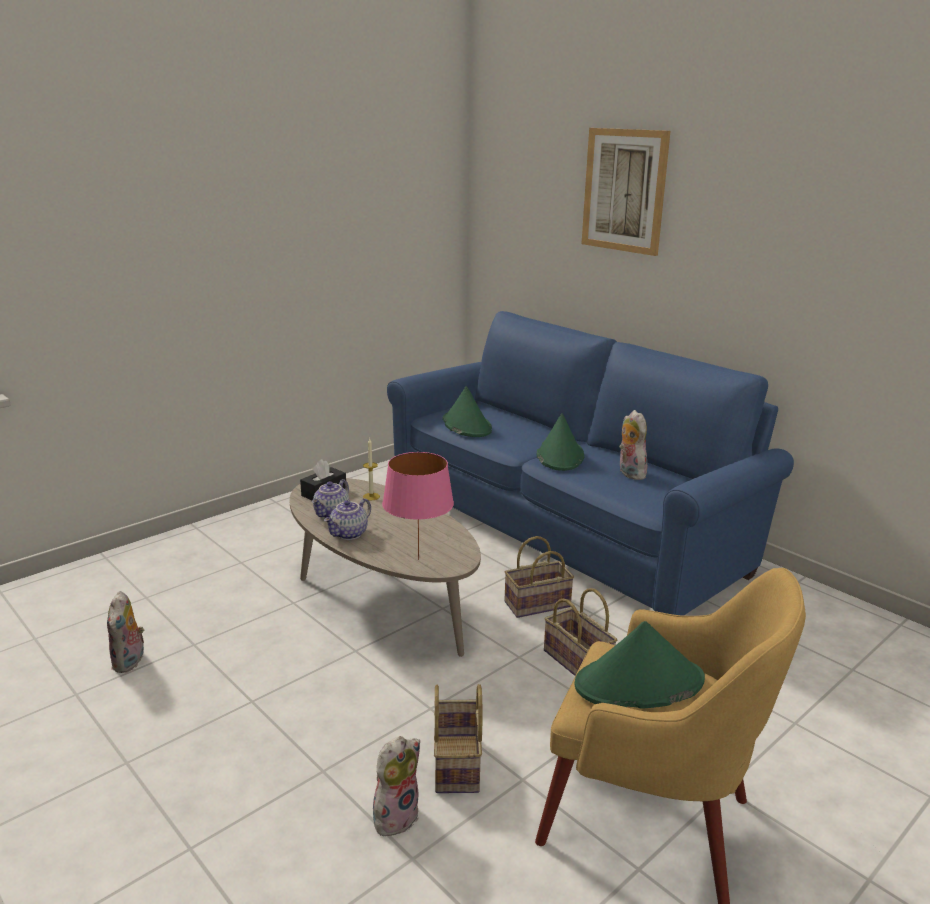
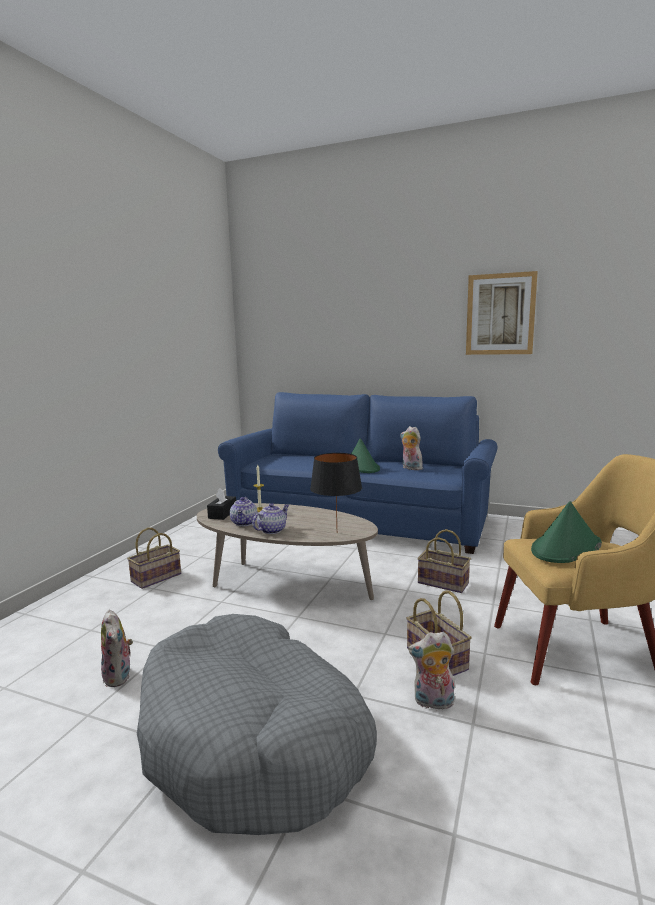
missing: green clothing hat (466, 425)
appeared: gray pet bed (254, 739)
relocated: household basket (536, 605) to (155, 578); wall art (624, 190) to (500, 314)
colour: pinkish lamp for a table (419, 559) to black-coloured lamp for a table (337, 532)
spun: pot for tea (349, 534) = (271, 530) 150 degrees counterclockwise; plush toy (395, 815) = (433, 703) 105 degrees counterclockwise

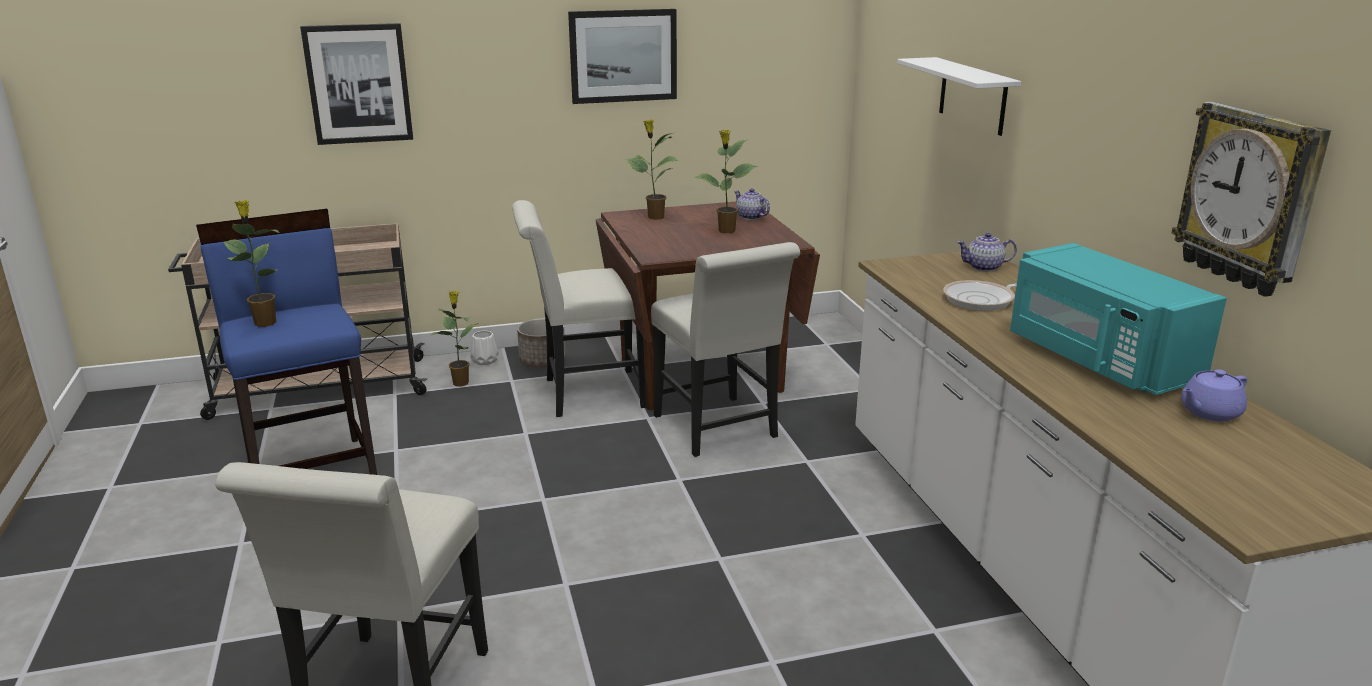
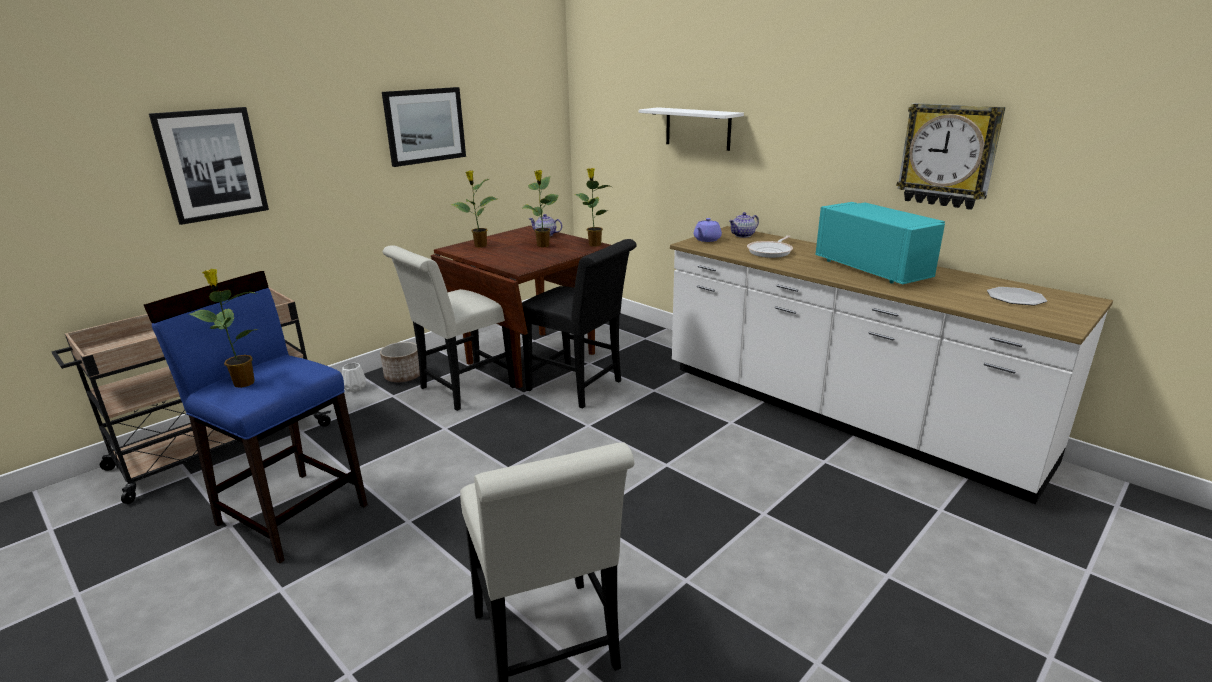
appeared: flat dish (1015, 298)
relocated: plant in a pot (461, 382) to (594, 244); purplish pot for tea (1209, 412) to (706, 240)
colour: whitish chair (719, 430) to black-coloured chair (580, 387)
spun: turquoise microwave oven (1097, 360) = (874, 268) 150 degrees counterclockwise

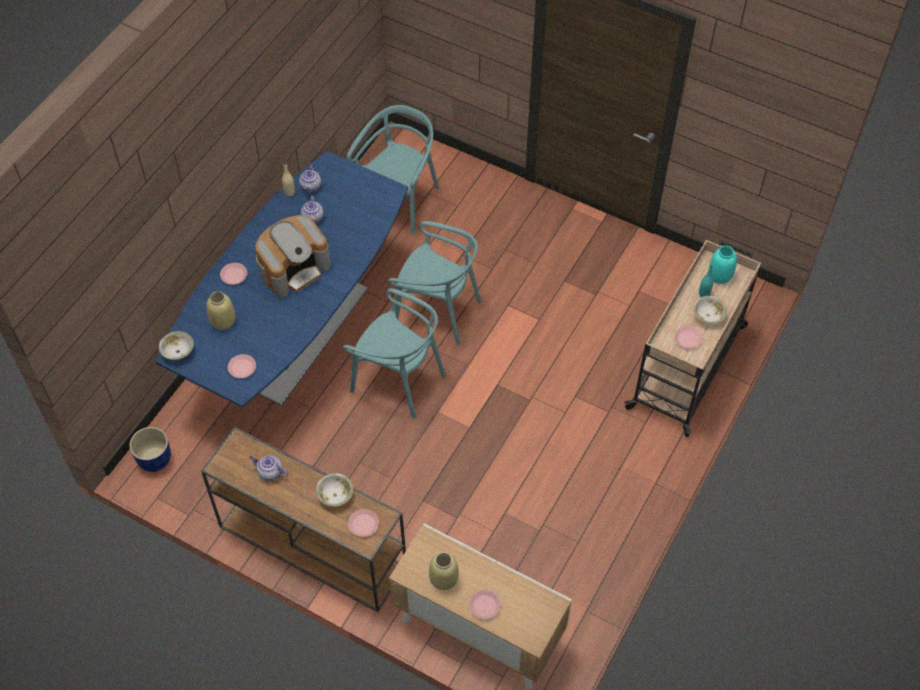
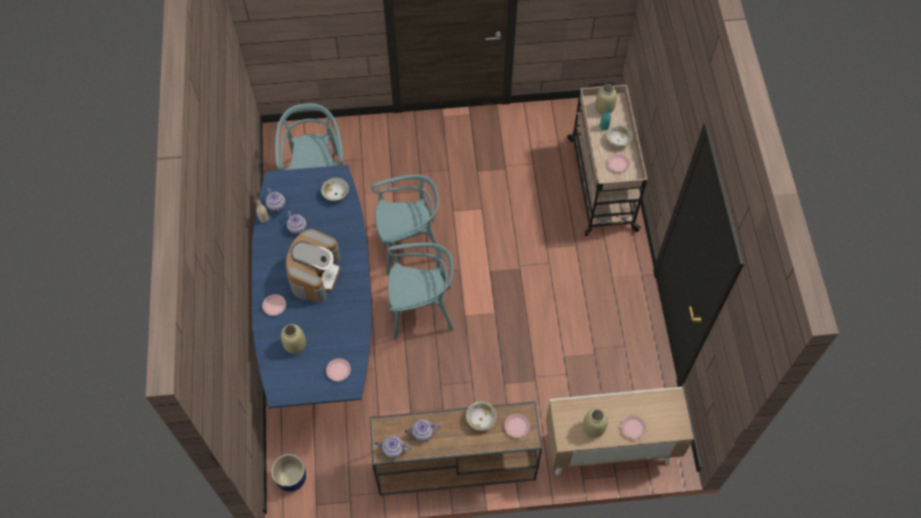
appeared: pot for tea (393, 450)
relocated: bowl (178, 351) to (335, 194)
colour: turquoise flower vase (719, 276) to beige flower vase (604, 108)

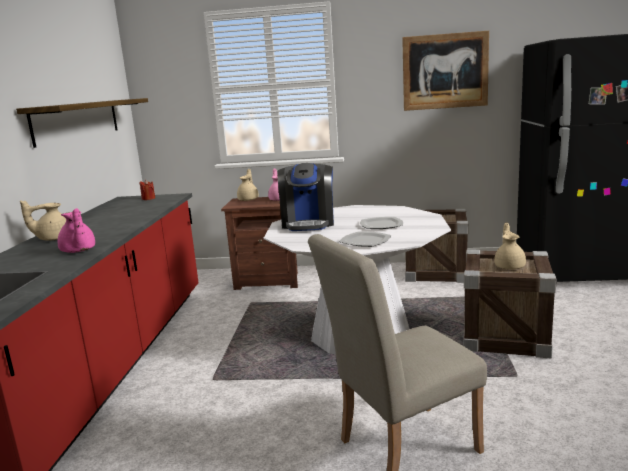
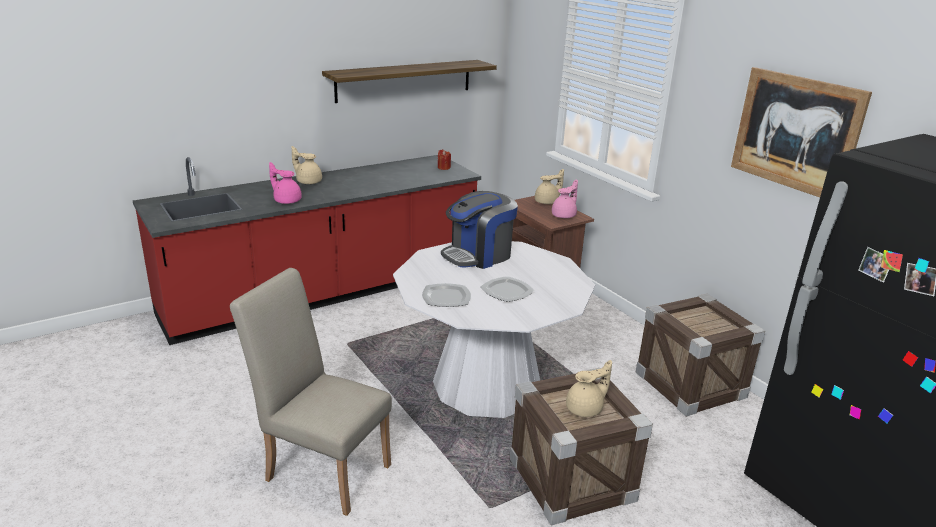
spun: pinkish pot for tea (78, 251) = (286, 200) 105 degrees clockwise

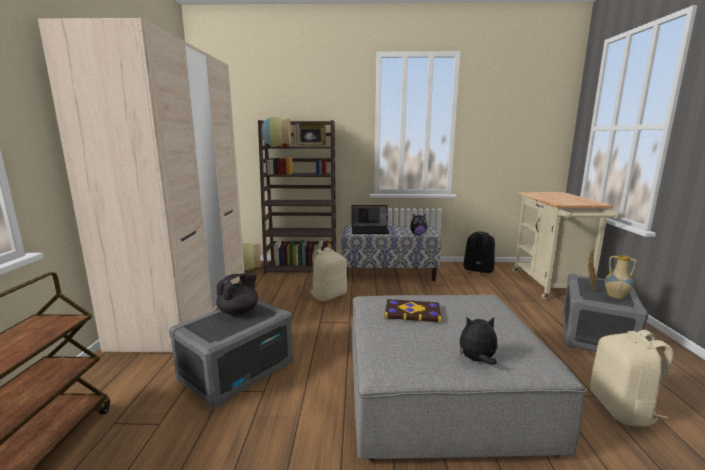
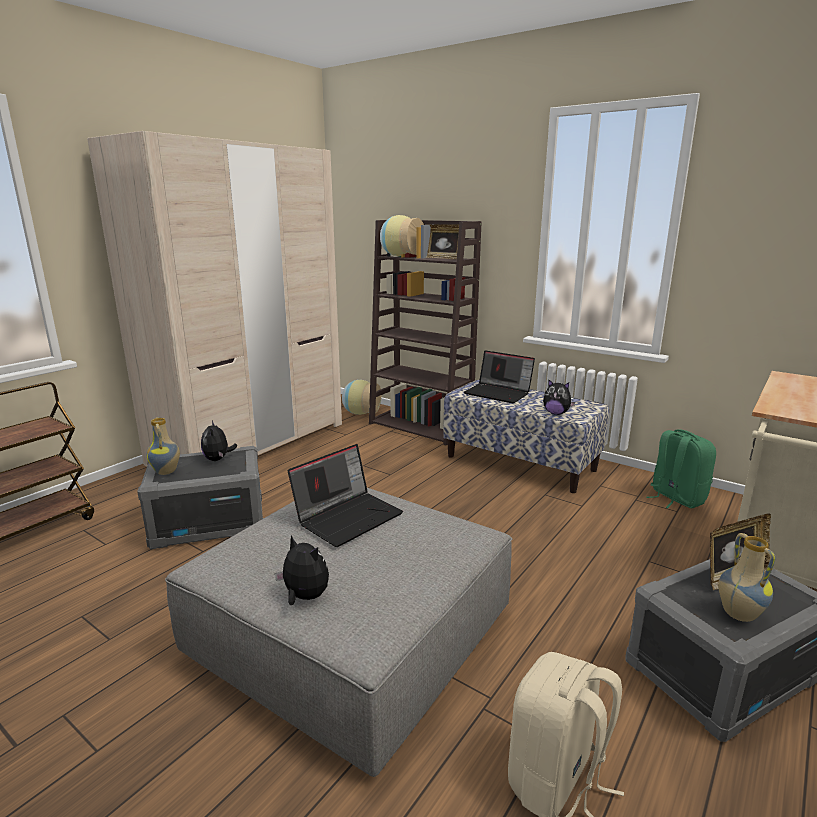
missing: beige knapsack (328, 296)
appeared: flower vase (167, 472)
exchanged: black-coloured pot for tea (239, 311) to plush toy (218, 459); bound book (412, 312) to notebook computer (348, 516)
colour: black-coloured knapsack (477, 270) to green knapsack (675, 498)

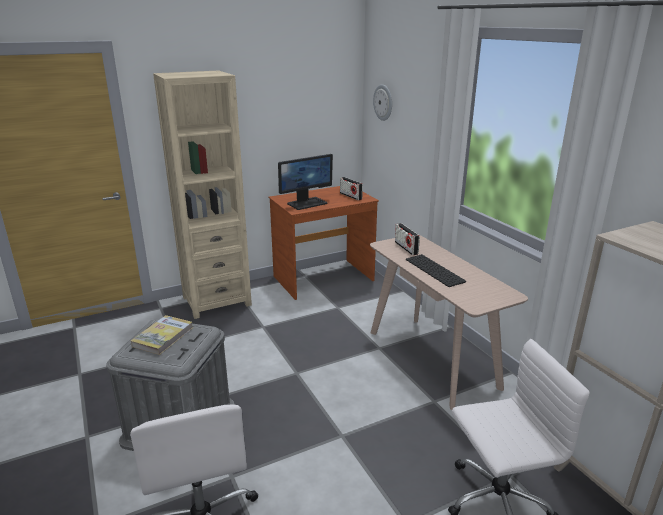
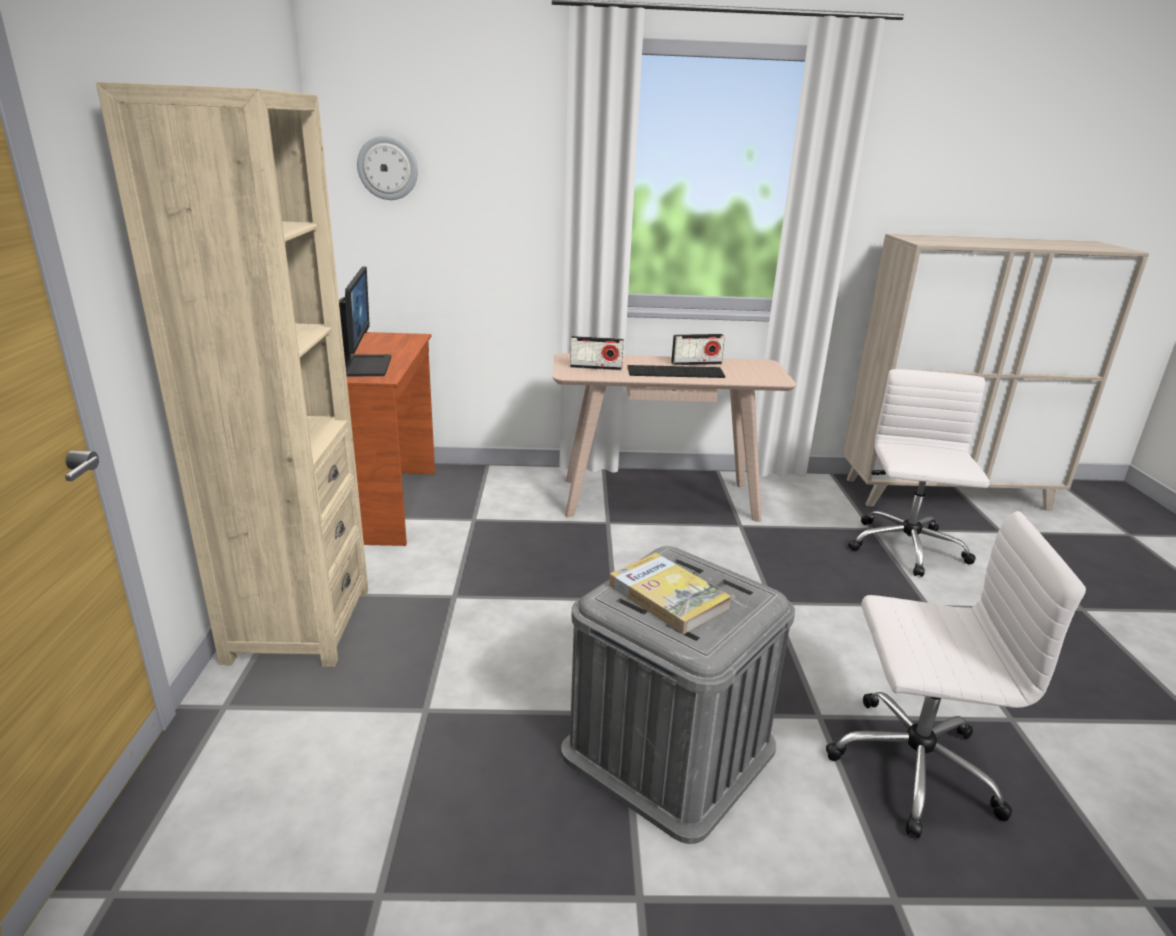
relocated: radio set (350, 196) to (696, 363)

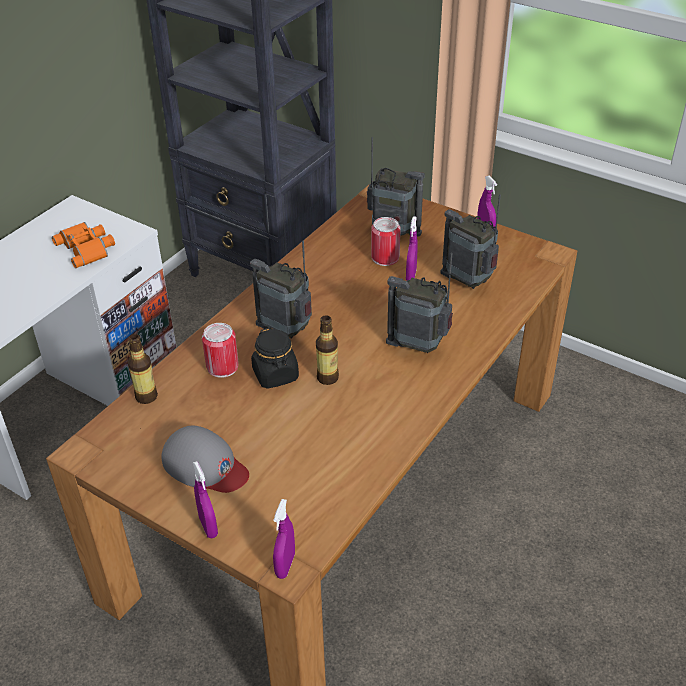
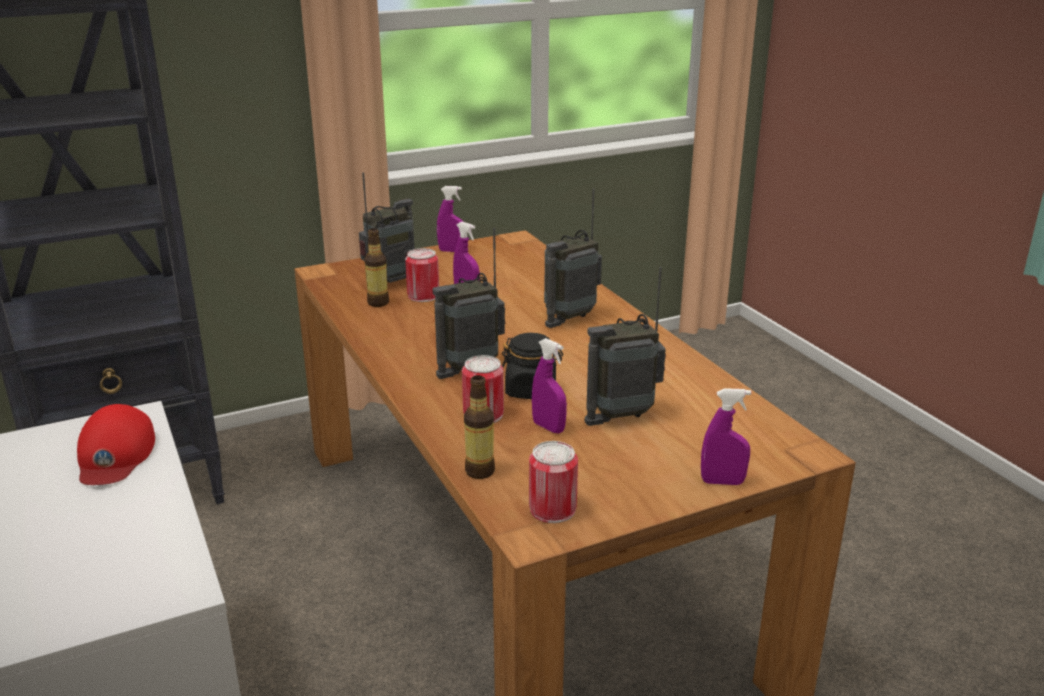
missing: gray peaked cap (205, 465)
appeared: can (552, 509)
relocated: purplish spray bottle (285, 565) to (548, 427); drink bottle (327, 378) to (378, 303); radio set (468, 282) to (621, 415)
exchanged: orange pair of binoculars (87, 248) to red-coloured peaked cap (115, 455)

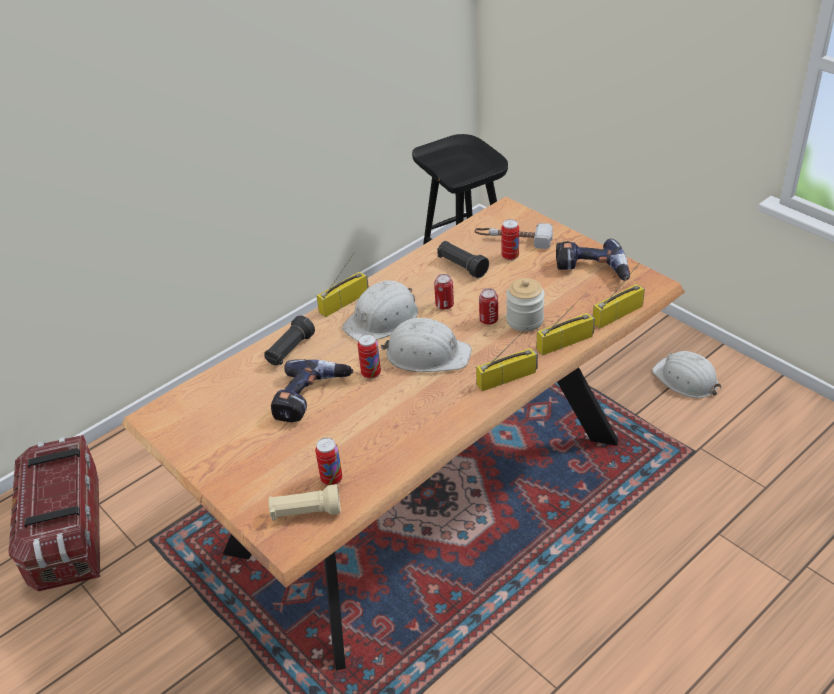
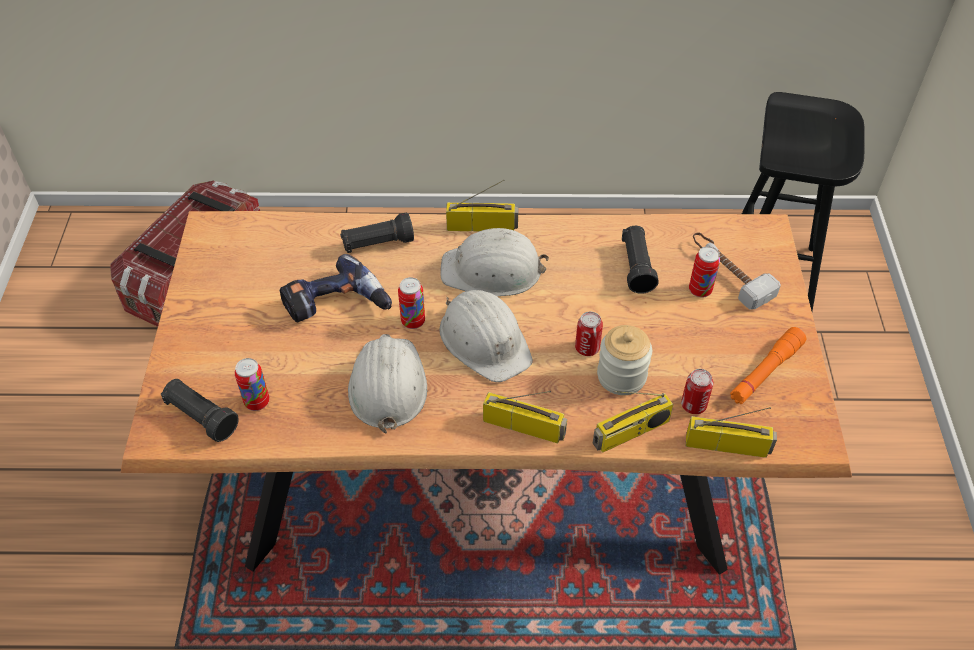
relocated: can (444, 305) to (693, 405); whitish hard hat (686, 379) to (387, 385)
exchanged: electric drill (591, 271) to orange torch (765, 372)
colour: beige torch (305, 512) to black-coloured torch (201, 417)
spun: radio set (565, 342) = (630, 433) 135 degrees clockwise

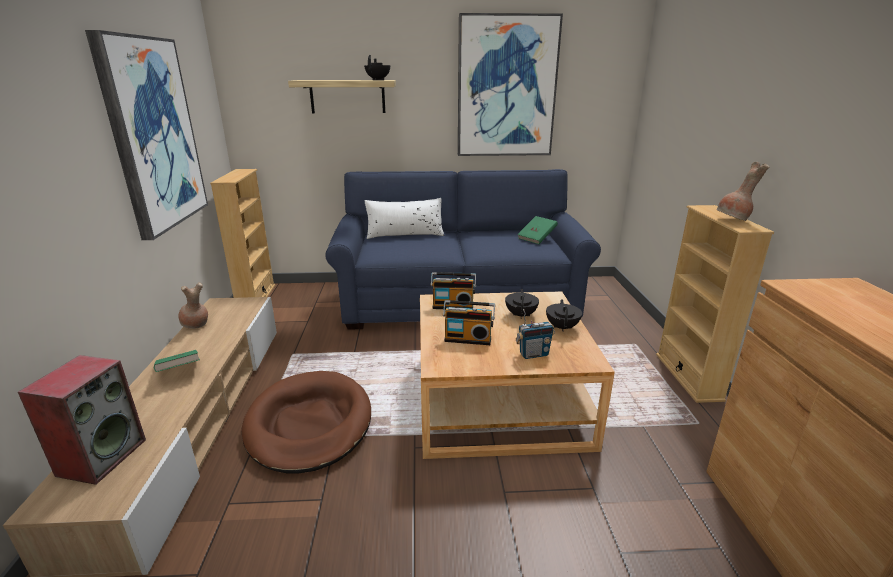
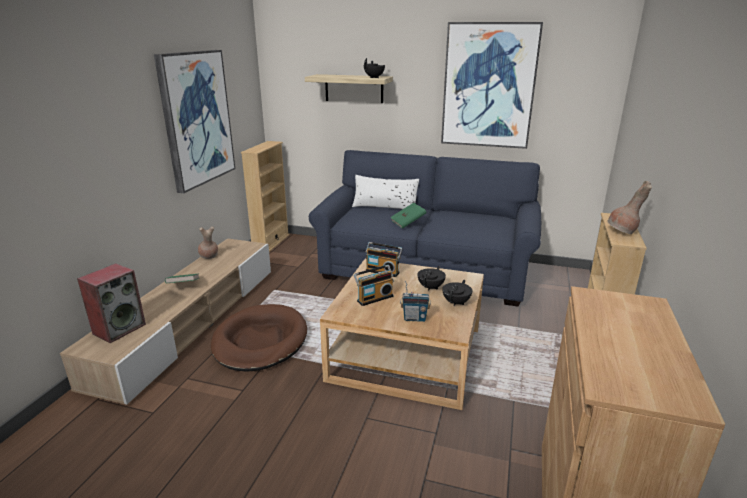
relocated: green bound book (537, 238) to (408, 223)
spun: radio set (468, 339) = (374, 298) 60 degrees counterclockwise

